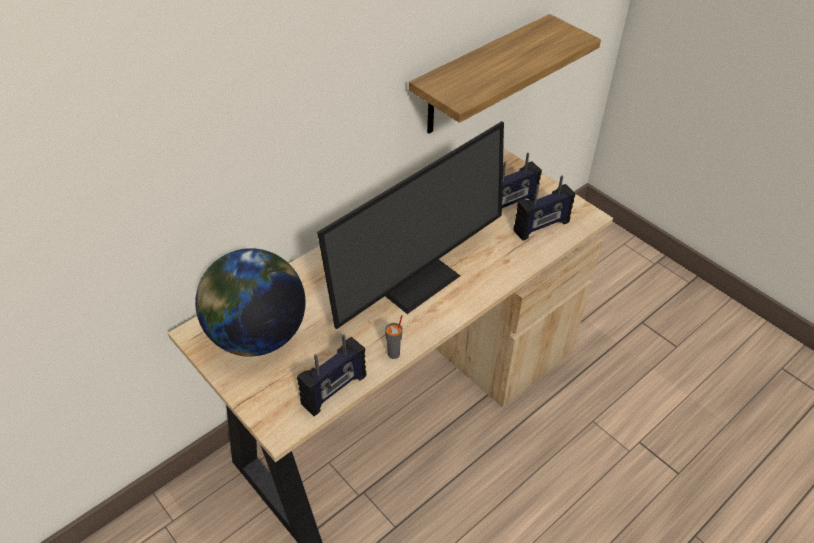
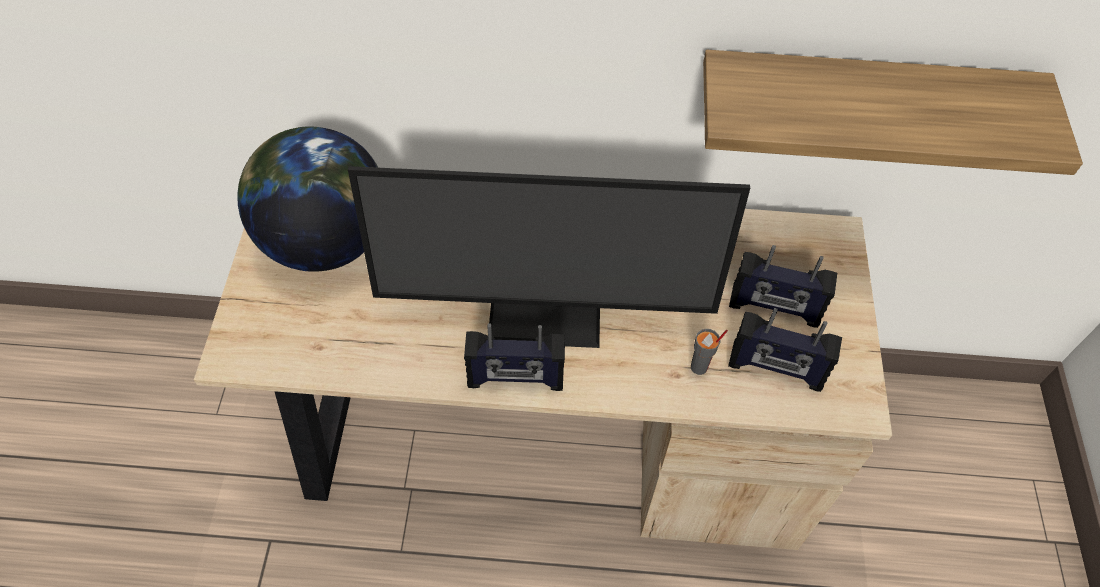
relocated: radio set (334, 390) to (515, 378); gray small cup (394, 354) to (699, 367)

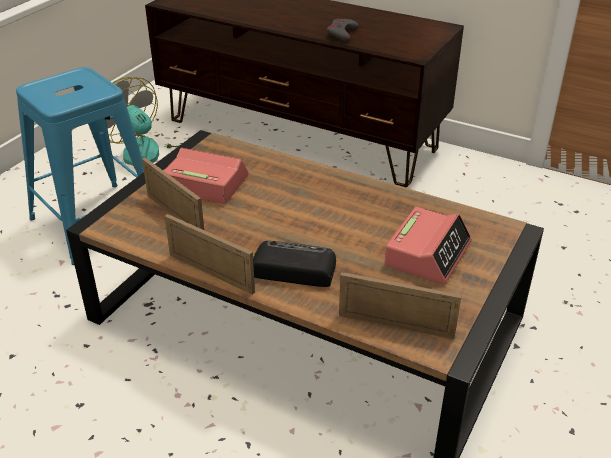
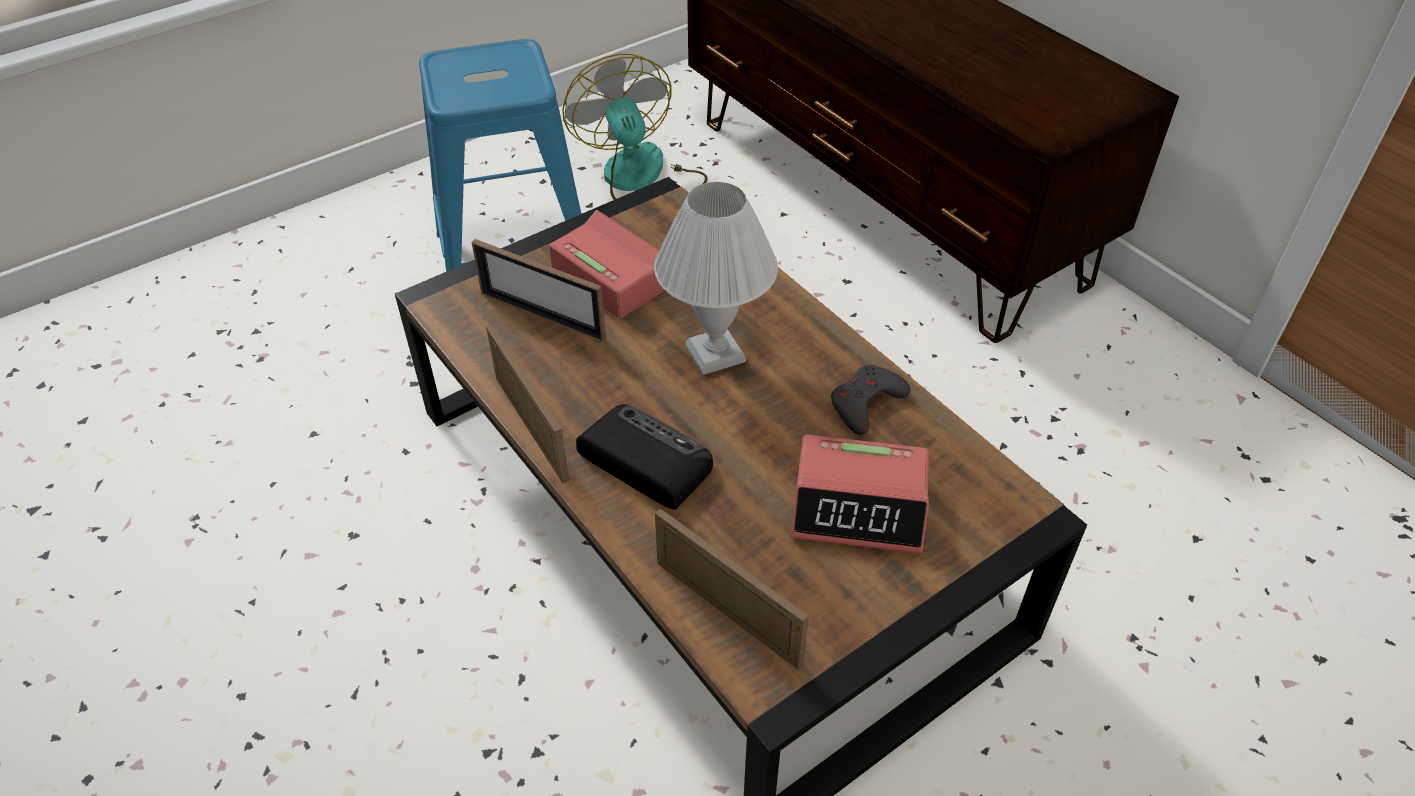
appeared: whitish lamp for a table (714, 354)
relocated: gray game controller (341, 33) to (866, 403)
spun: standing frame (175, 215) = (542, 316) 135 degrees clockwise; table clock (427, 254) = (859, 506) 45 degrees clockwise

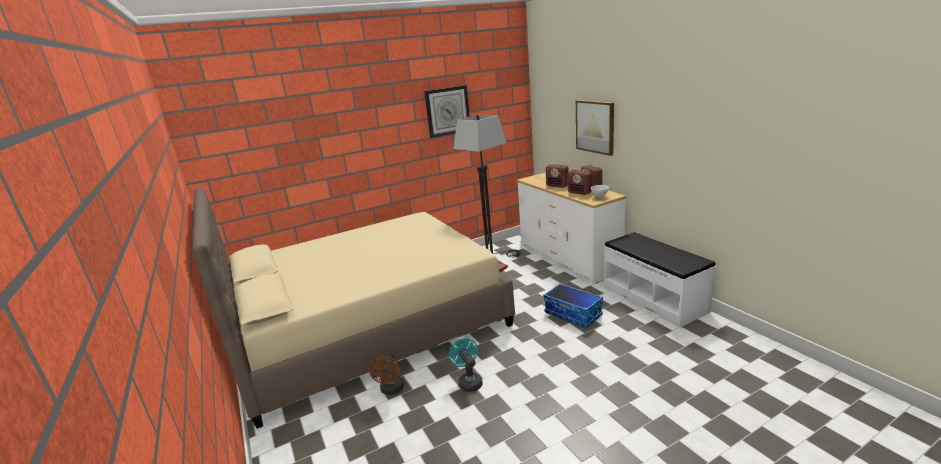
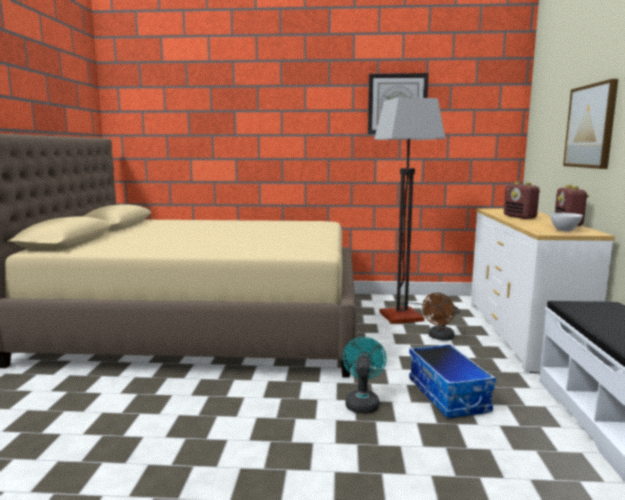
missing: radio set (580, 193)
relocated: brown-coloured electric fan (391, 390) to (439, 338); turquoise electric fan (468, 381) to (362, 402)

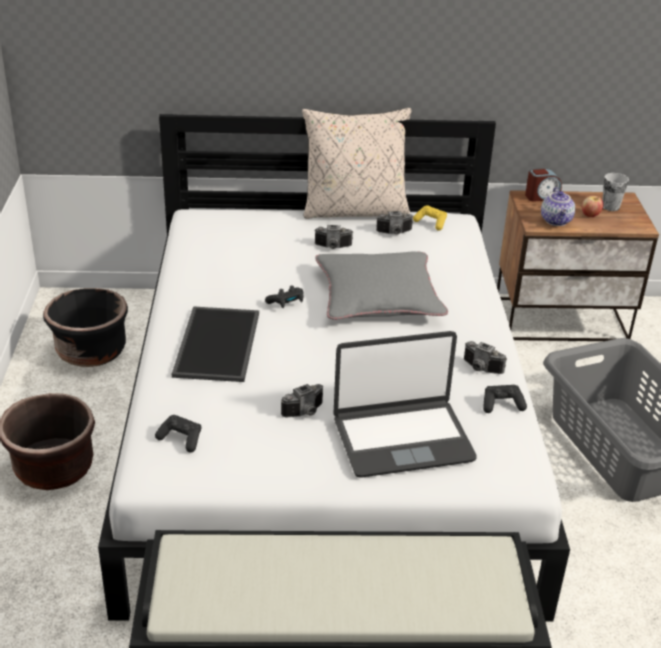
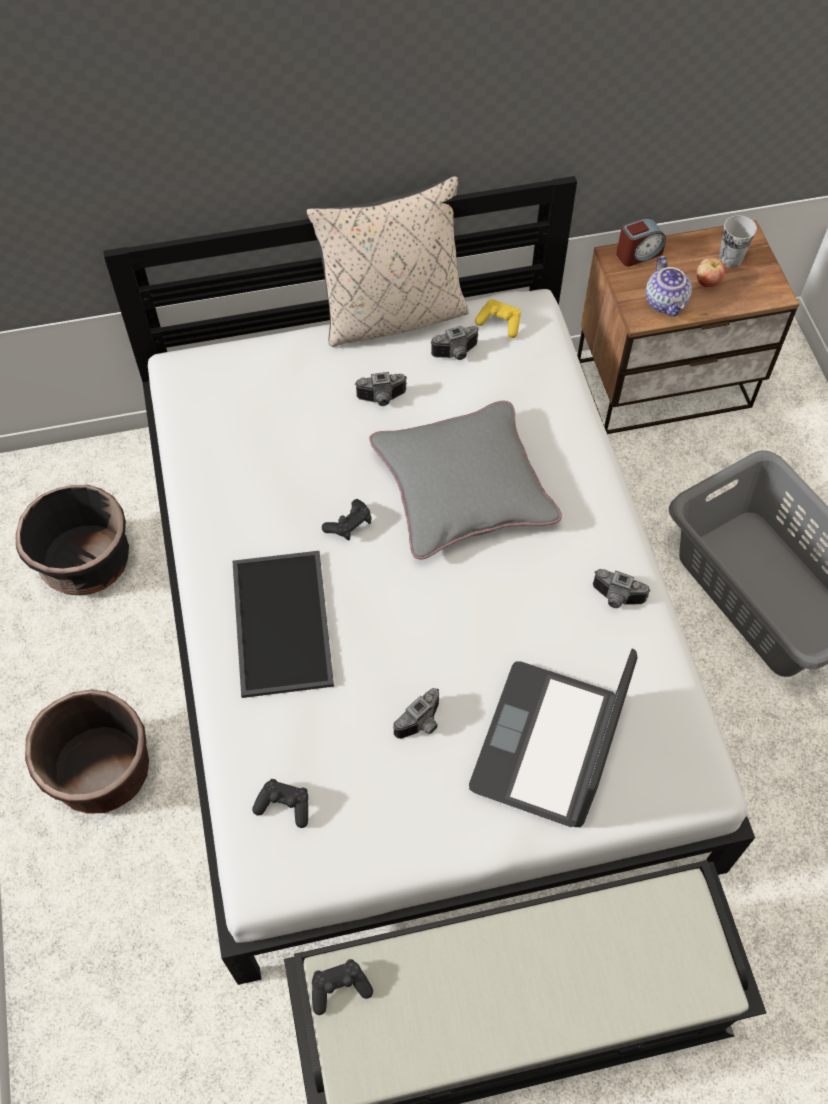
relocated: black-coloured game controller (502, 405) to (339, 988)
spun: notebook computer (402, 438) = (548, 745) 135 degrees clockwise

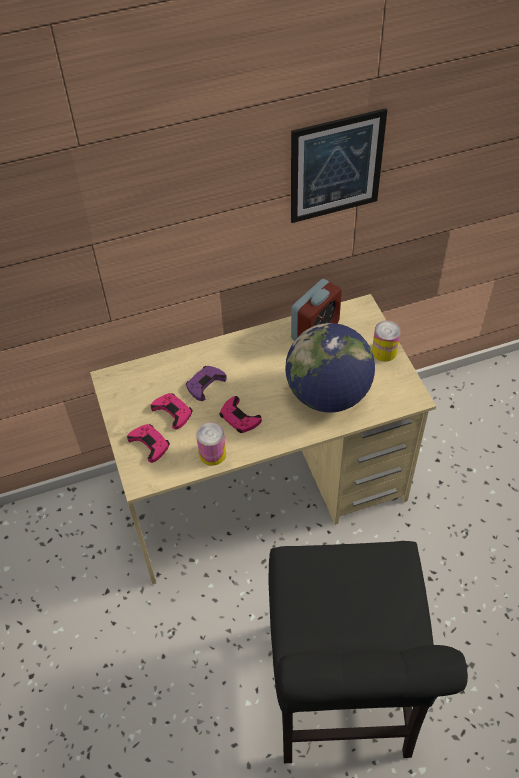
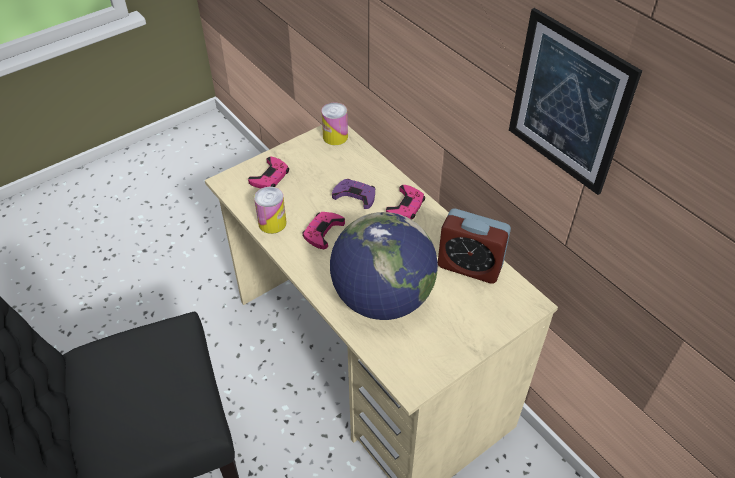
relocated: pinkish game controller (173, 412) to (406, 206); can (384, 351) to (335, 137)

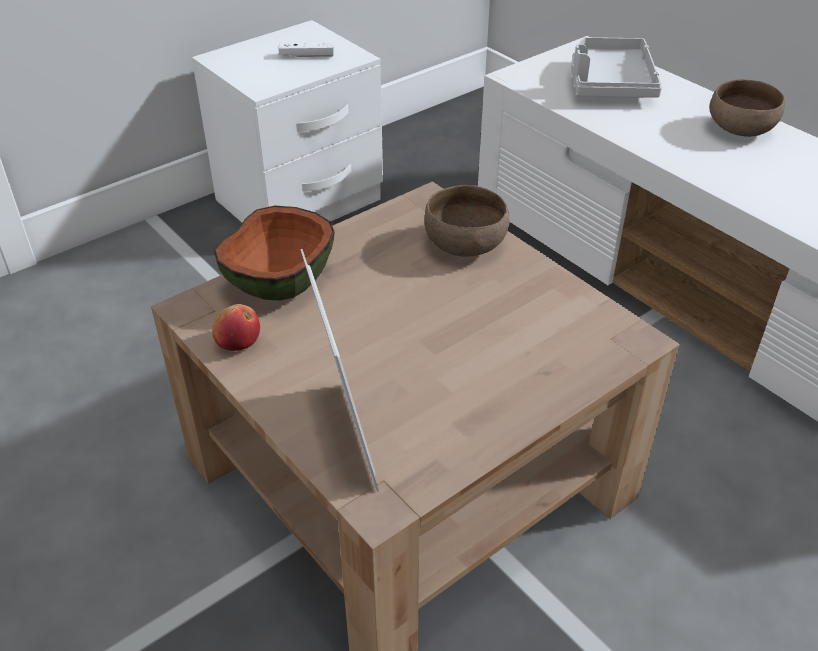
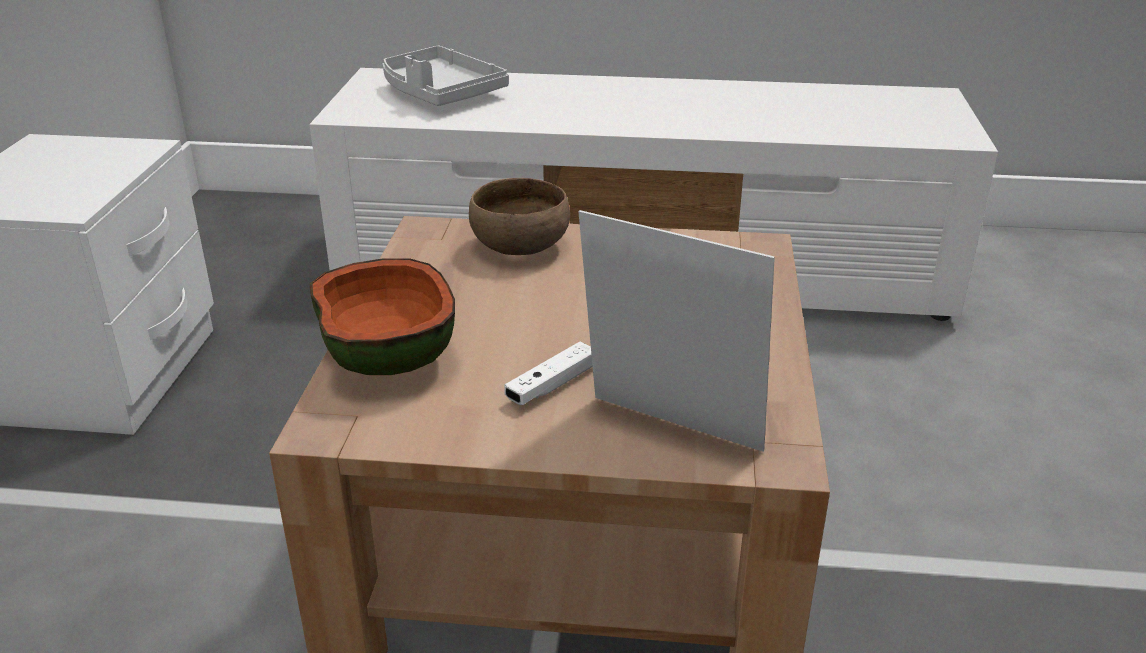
missing: apple fruit (238, 342); brown-coloured bowl (740, 131)
relocated: whitish game controller (307, 56) to (552, 385)

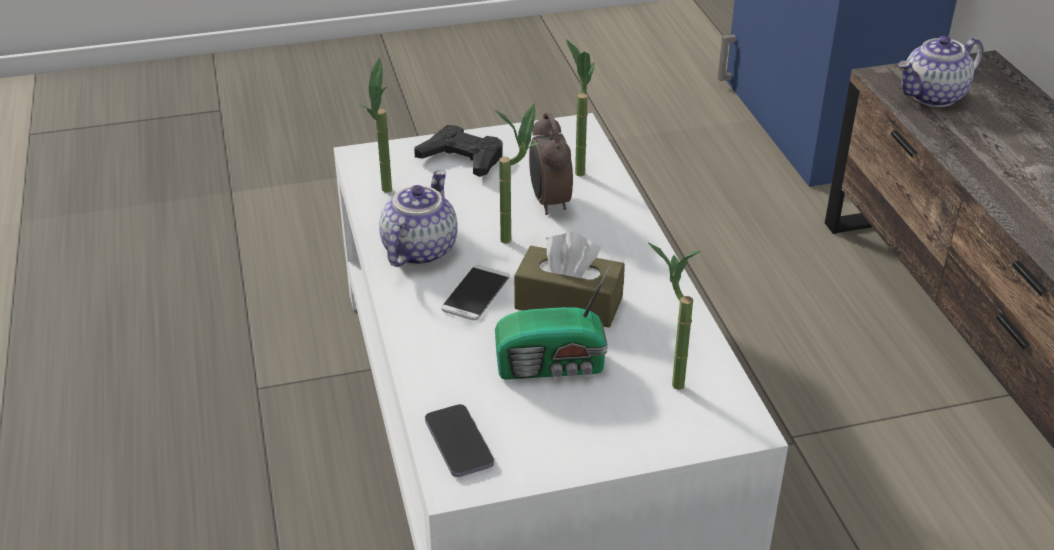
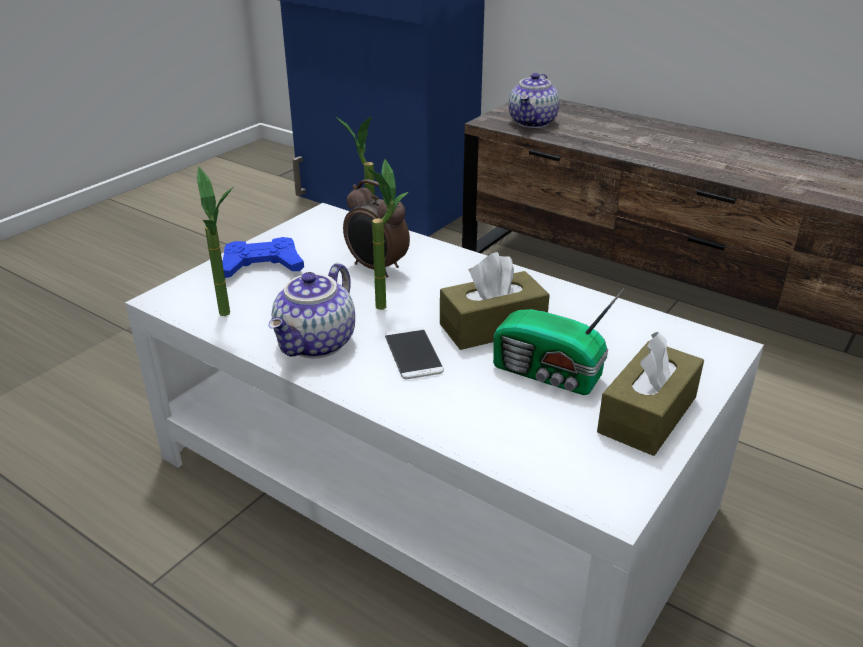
missing: handset (459, 443); plant in a pot (666, 380)
appeared: brown-coloured tissue box (647, 414)
colour: black-coloured game controller (462, 158) to blue-coloured game controller (261, 266)
spun: pot for tea (418, 249) = (317, 344) 135 degrees counterclockwise; radio set (553, 366) = (549, 375) 75 degrees clockwise

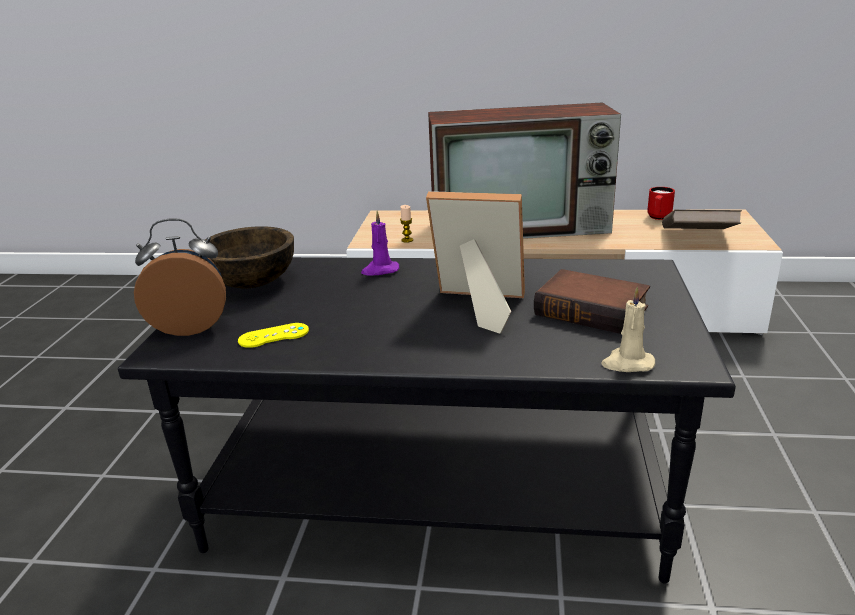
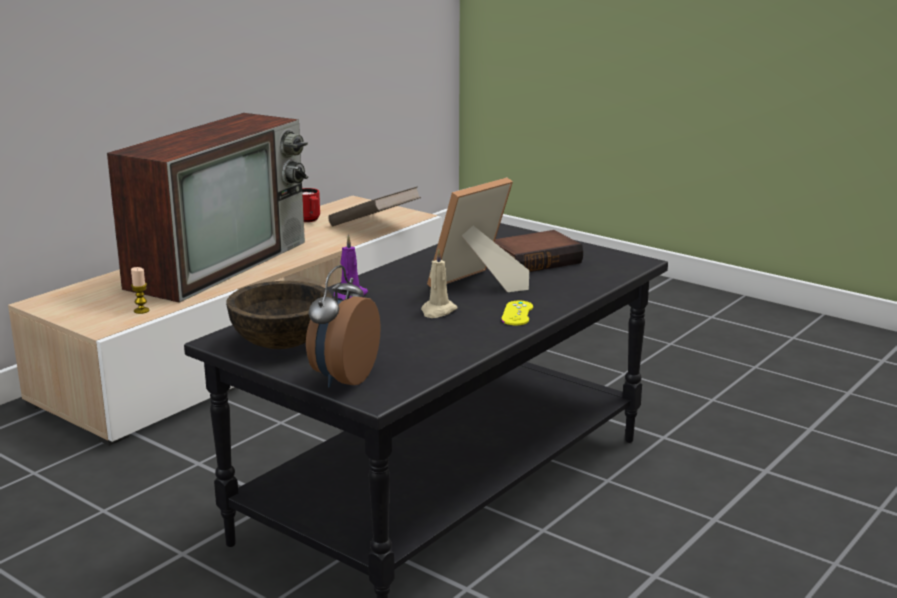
relocated: yellow-coloured game controller (274, 336) to (517, 313); beige candle (627, 363) to (438, 311)

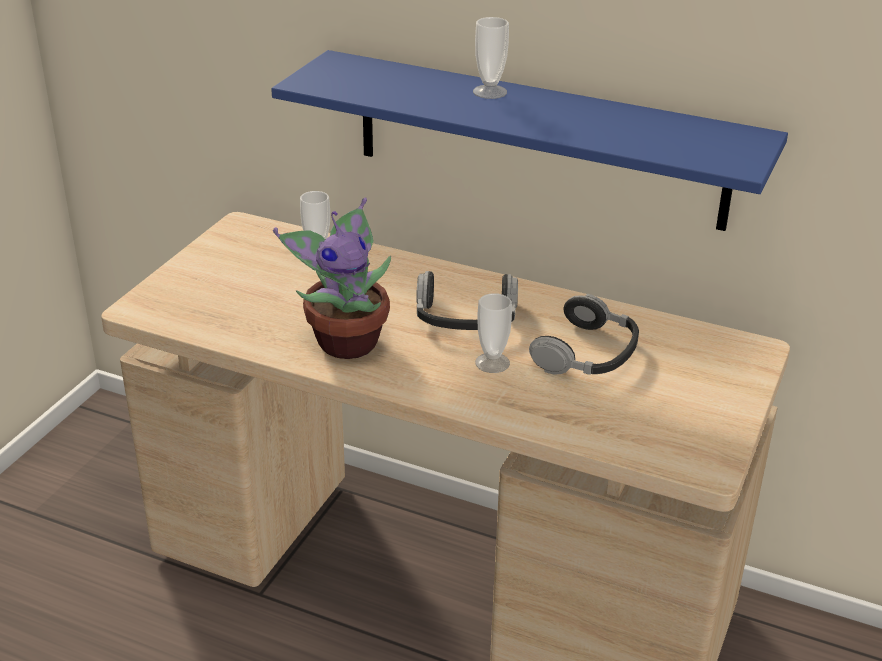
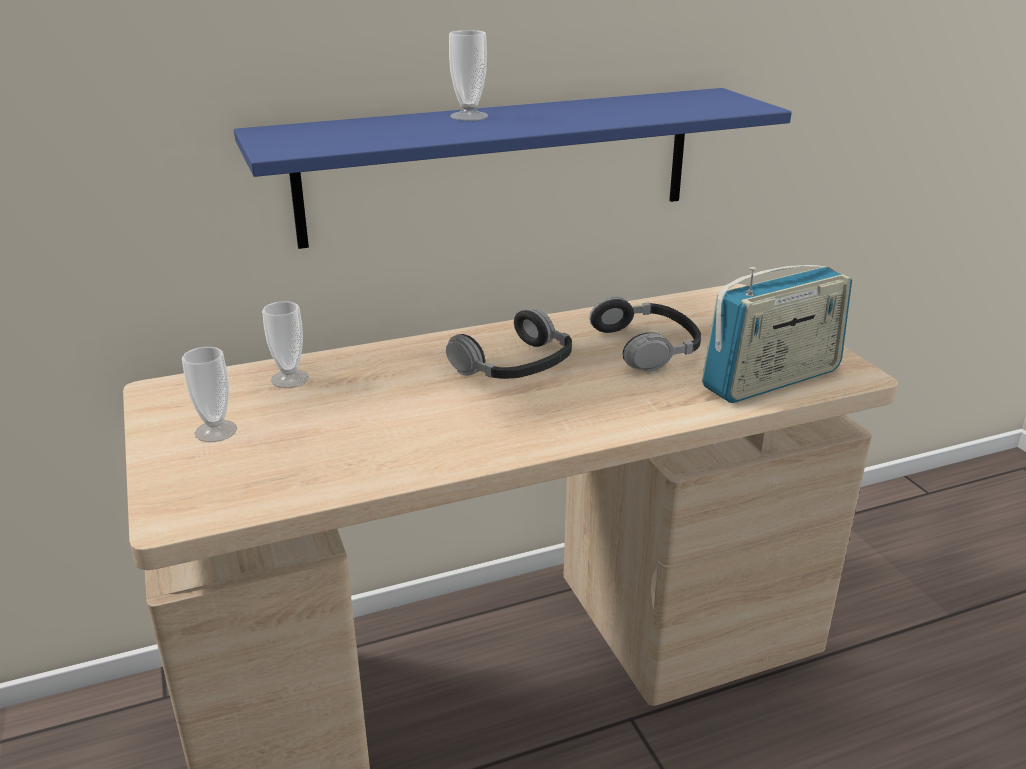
missing: plant in a pot (346, 340)
appeared: radio set (771, 380)
relocated: small cup (492, 363) to (216, 431)

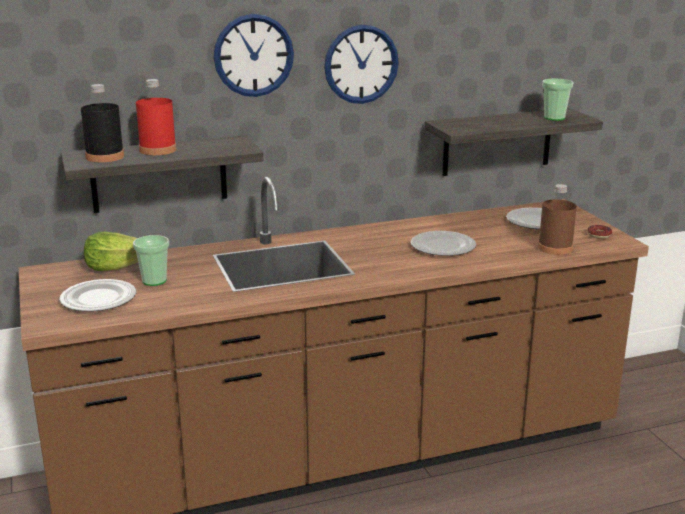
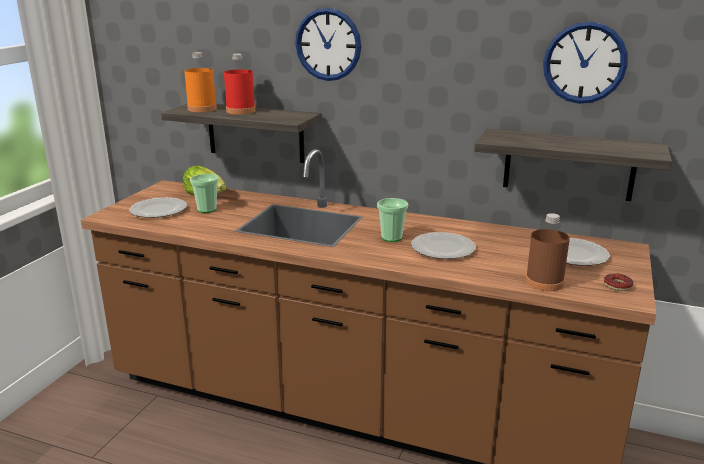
relocated: hanging clock (361, 64) to (584, 63); small cup (554, 118) to (391, 238)
colour: black-coloured drink bottle (105, 157) to orange drink bottle (202, 109)

